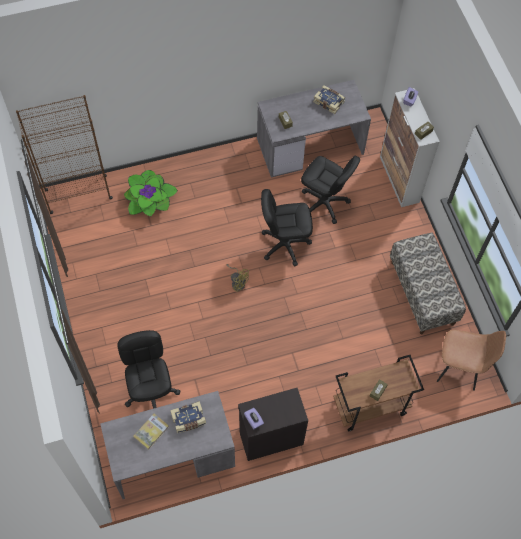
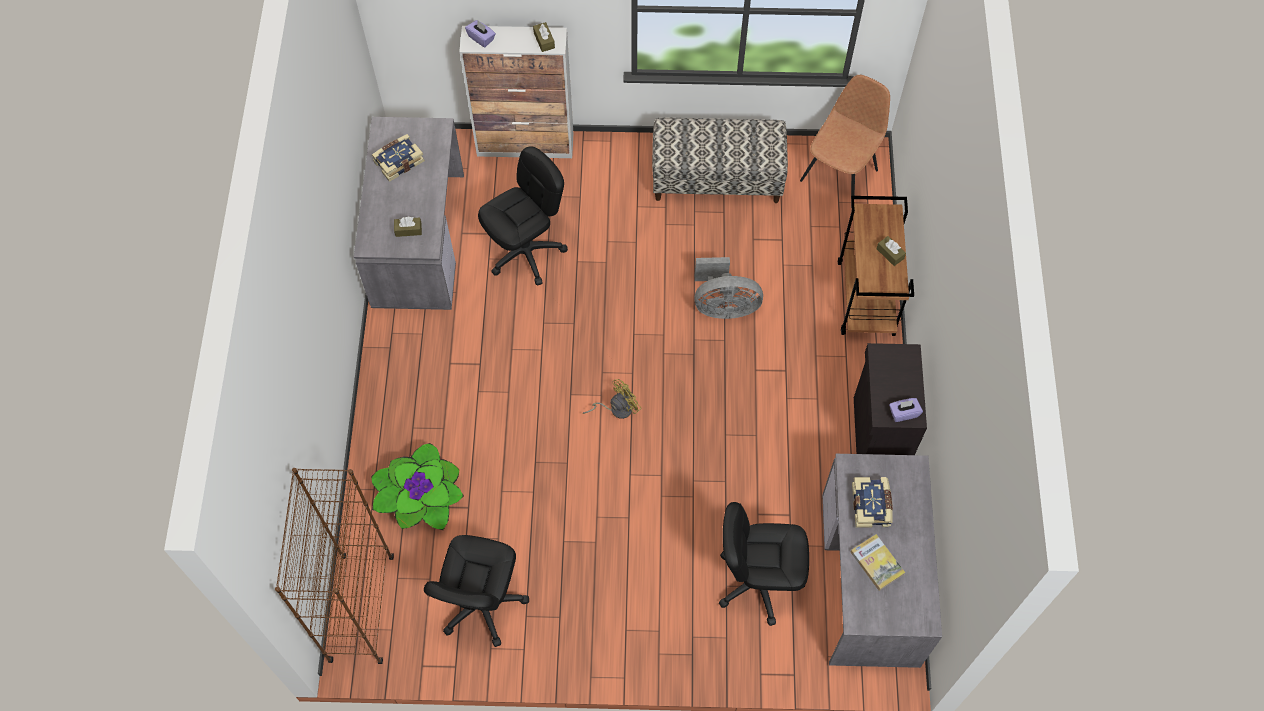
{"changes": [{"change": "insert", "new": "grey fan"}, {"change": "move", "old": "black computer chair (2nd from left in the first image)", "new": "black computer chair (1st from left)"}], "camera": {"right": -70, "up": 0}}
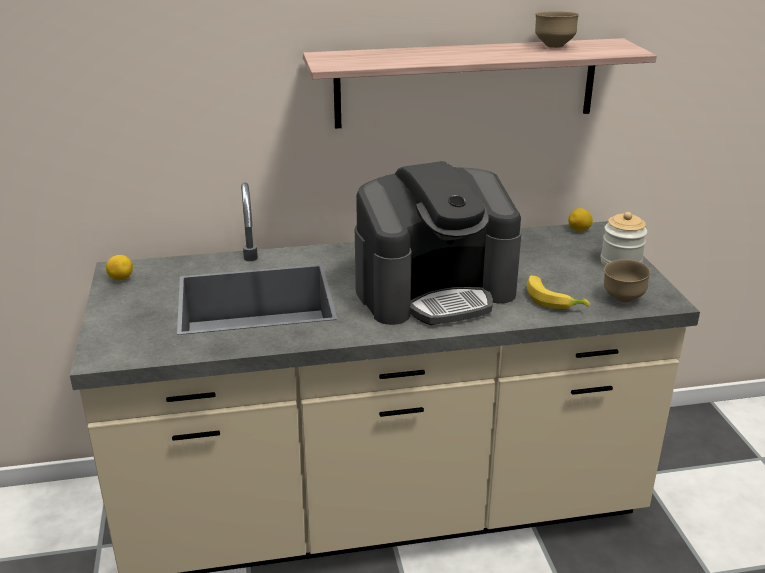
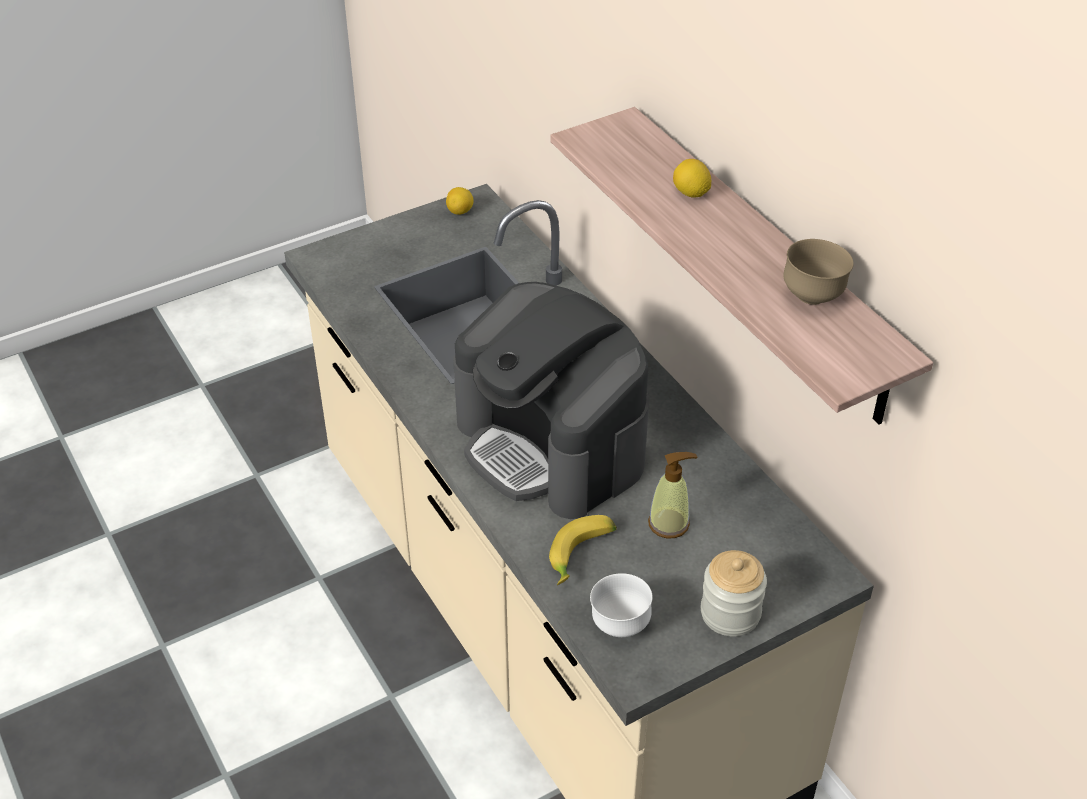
{"changes": [{"change": "insert", "new": "soap dispenser"}, {"change": "move", "old": "citrus fruit (2nd from left)"}, {"change": "recolor", "old": "brown-coloured deep dish (2nd from left)", "new": "white deep dish"}], "camera": {"right": 70, "up": 15}}
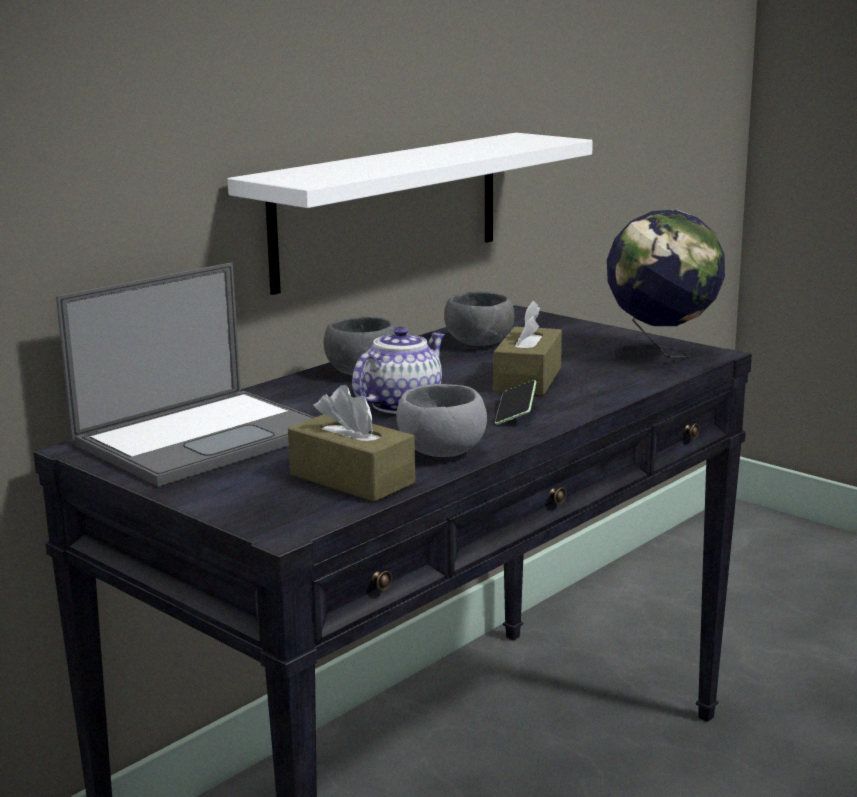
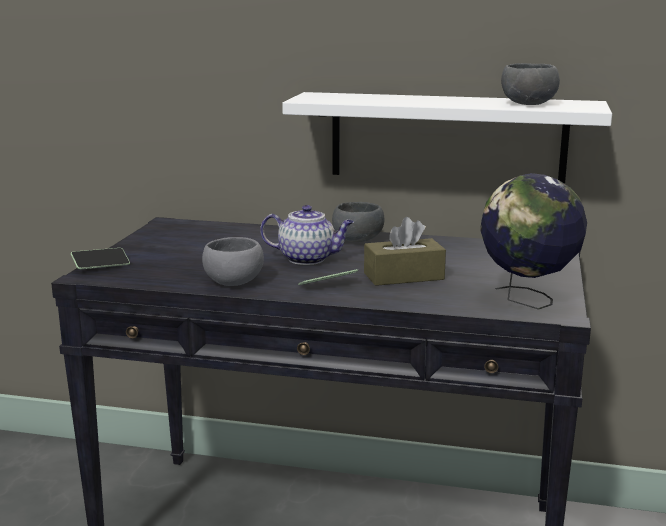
{"changes": [{"change": "delete", "old": "notebook computer"}, {"change": "delete", "old": "brown-coloured tissue box (1st from left)"}, {"change": "insert", "new": "phone (1st from left)"}, {"change": "move", "old": "grey deep dish (3rd from left)"}], "camera": {"right": 60, "up": 0}}
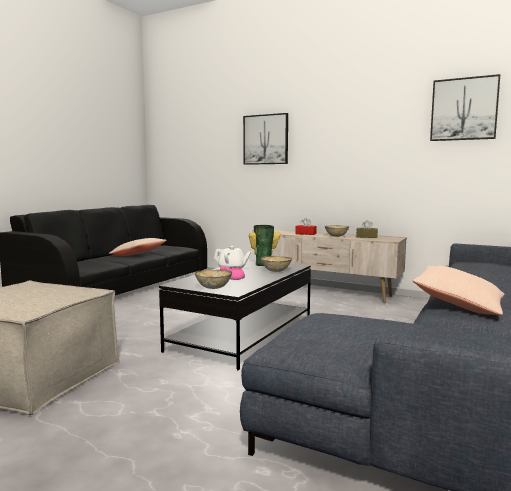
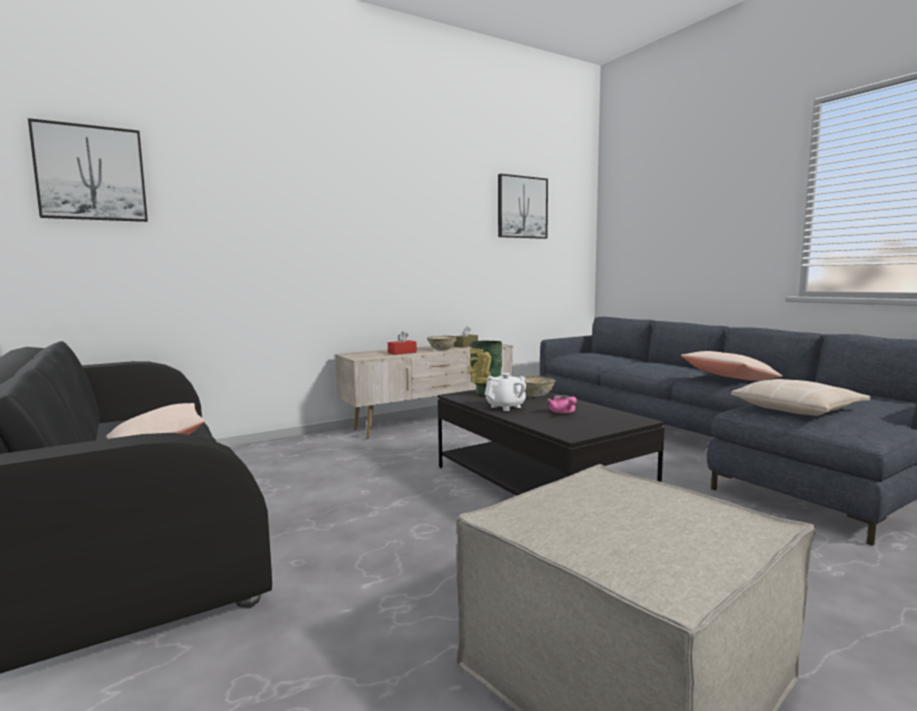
{"changes": [{"change": "delete", "old": "deep dish (1st from left)"}, {"change": "insert", "new": "beige pillow (3rd from left)"}, {"change": "move", "old": "picture (1st from left)"}], "camera": {"right": -60, "up": 0}}
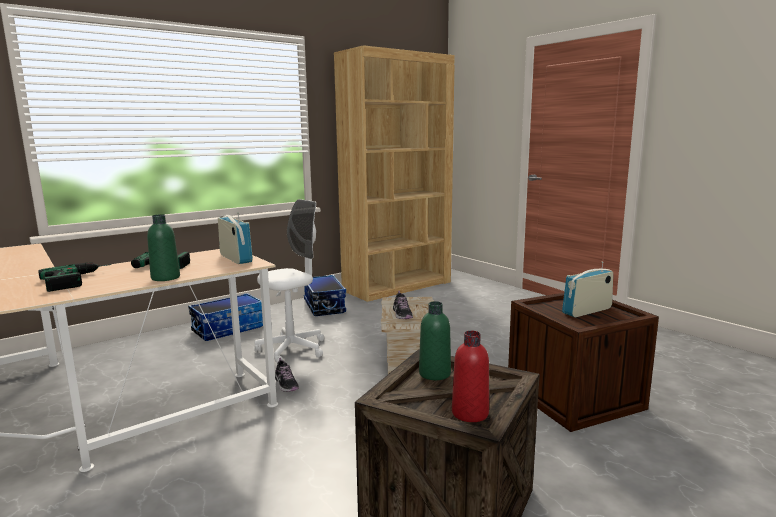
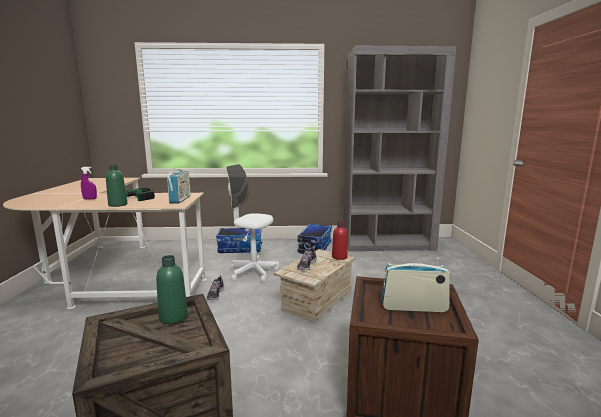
{"changes": [{"change": "move", "old": "red beverage bottle"}, {"change": "replace", "old": "power drill (1st from left)", "new": "purplish spray bottle"}, {"change": "recolor", "old": "brown-coloured bookshelf", "new": "grey bookshelf"}, {"change": "rotate", "old": "white computer chair", "degrees": -150}], "camera": {"right": 35, "up": 0}}
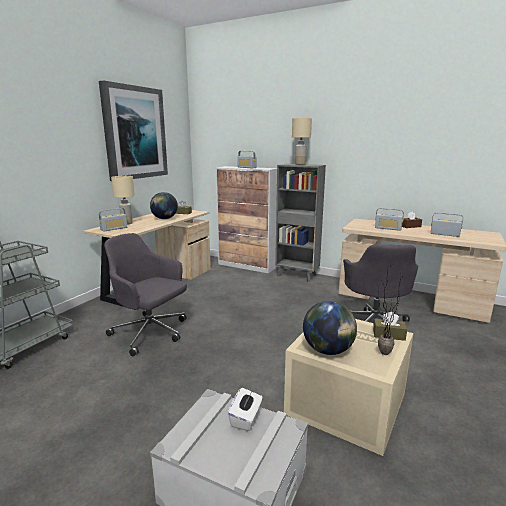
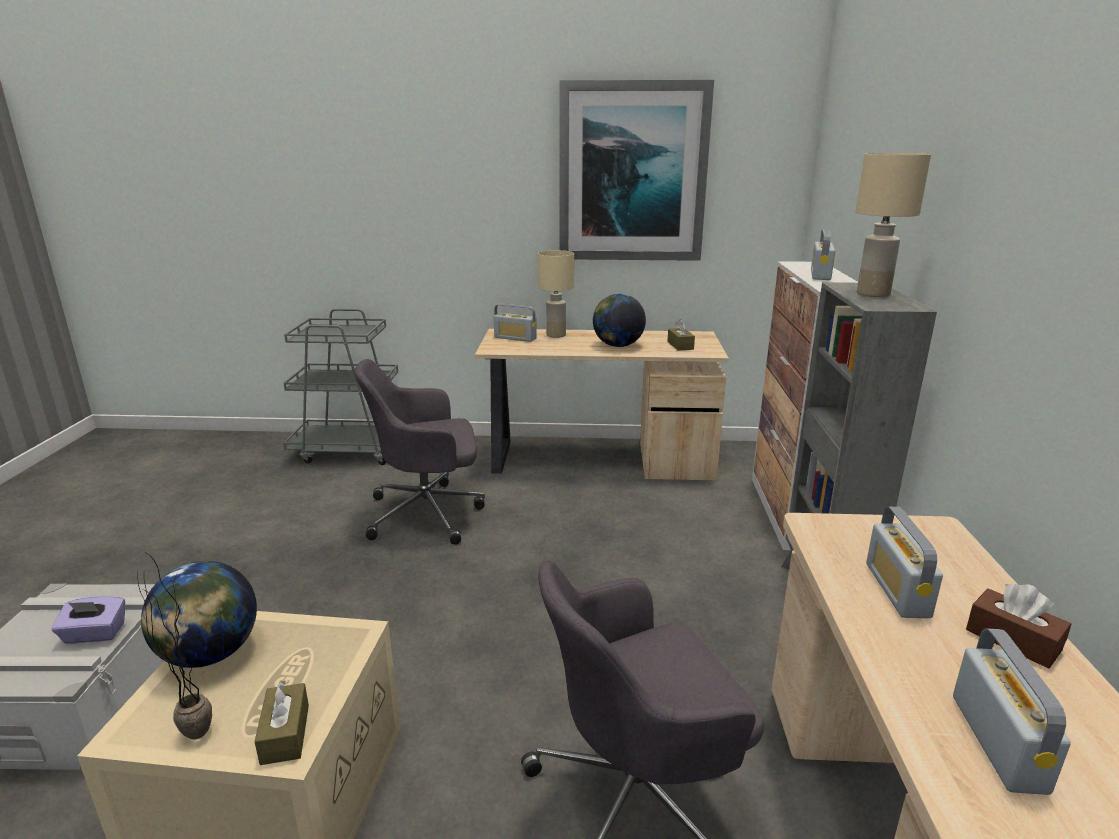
{"changes": [{"change": "recolor", "old": "white tissue box", "new": "purplish tissue box"}, {"change": "rotate", "old": "grey computer chair (1st from left)", "degrees": -105}], "camera": {"right": 65, "up": 5}}
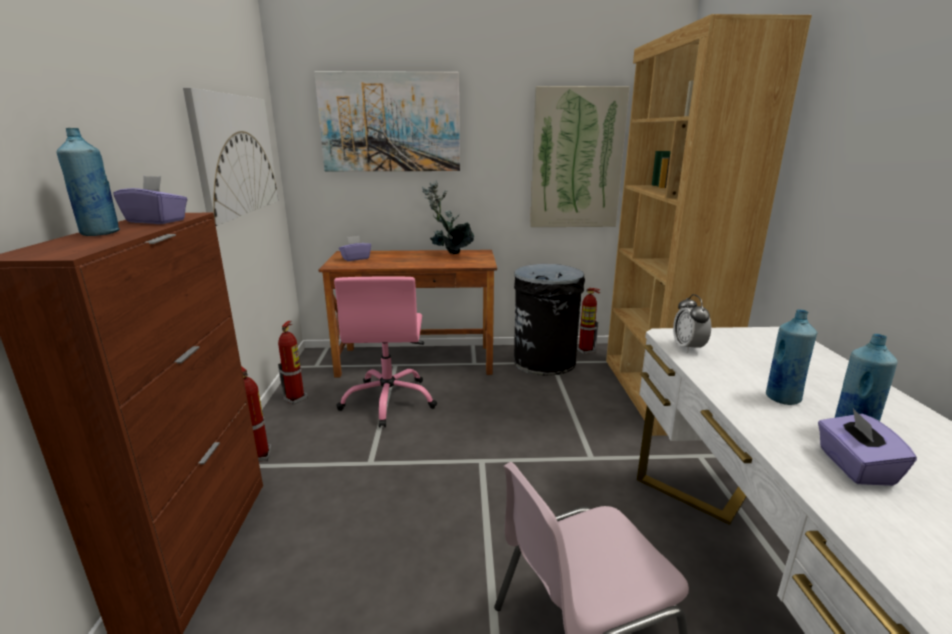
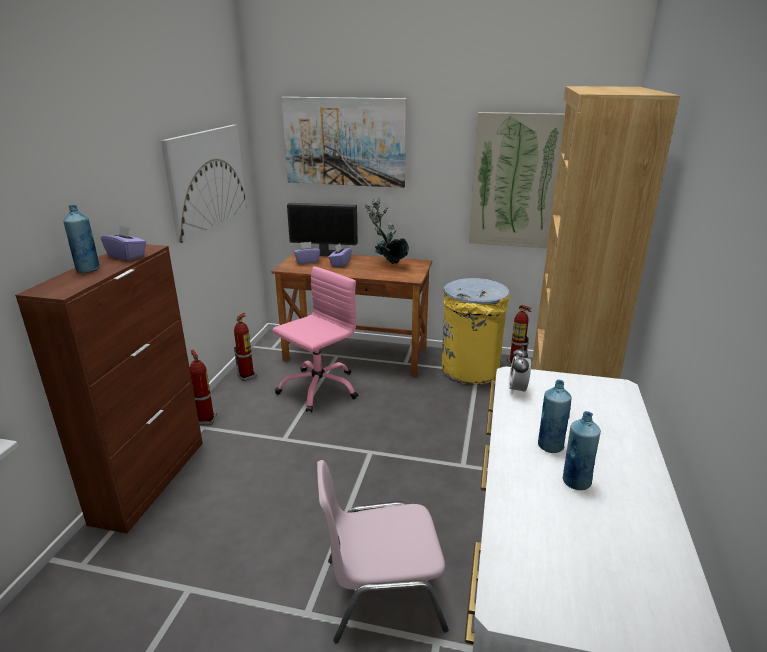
{"changes": [{"change": "insert", "new": "computer display"}, {"change": "move", "old": "purplish tissue box (3rd from left)"}, {"change": "recolor", "old": "black waste bin", "new": "yellow waste bin"}, {"change": "rotate", "old": "pinkish computer chair", "degrees": -150}], "camera": {"right": 15, "up": 5}}
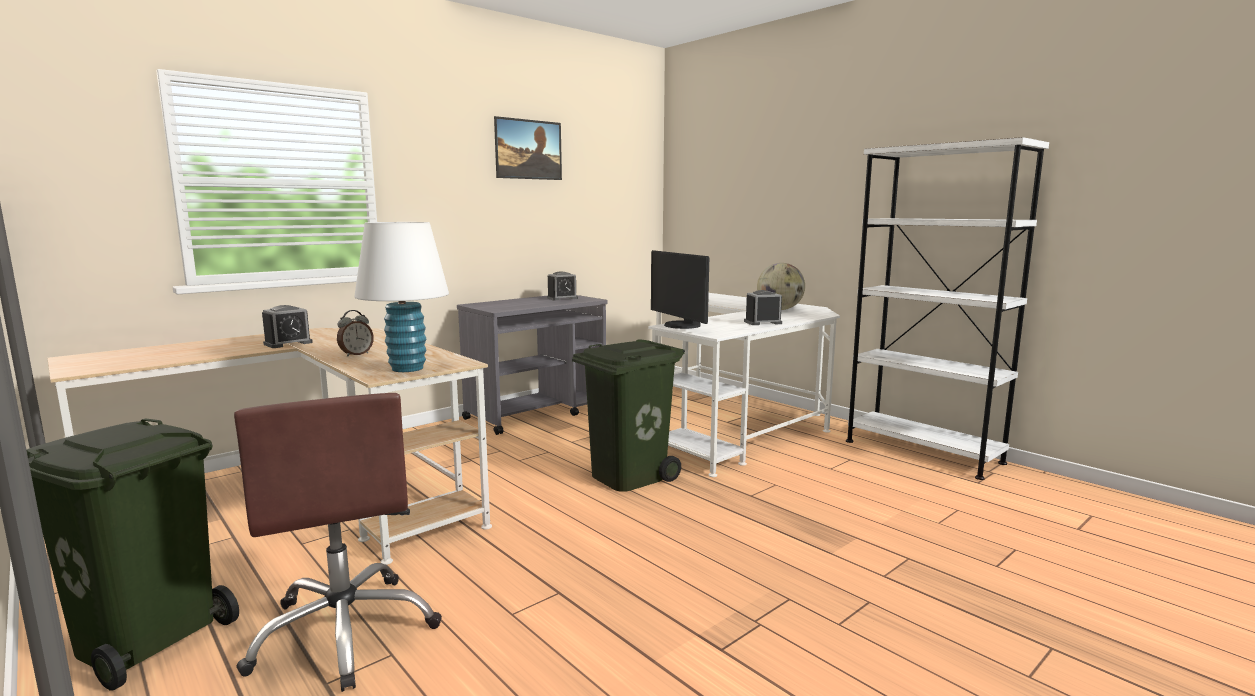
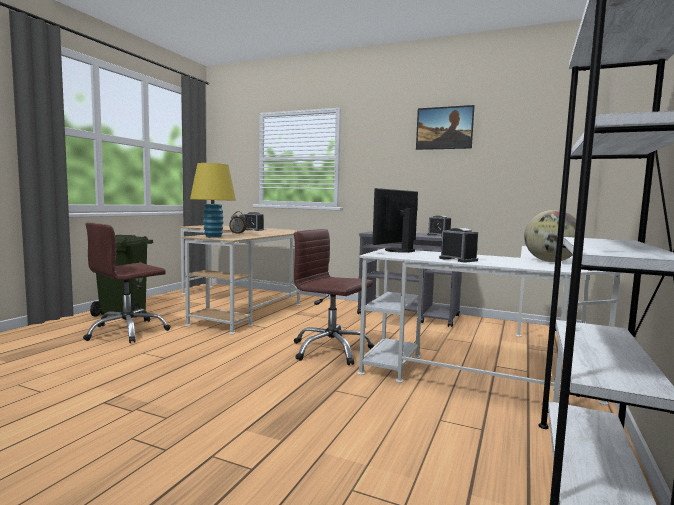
{"changes": [{"change": "replace", "old": "green waste bin (2nd from left)", "new": "brown-coloured computer chair (2nd from left)"}, {"change": "recolor", "old": "white lamp for a table", "new": "yellow lamp for a table"}], "camera": {"right": 65, "up": -5}}
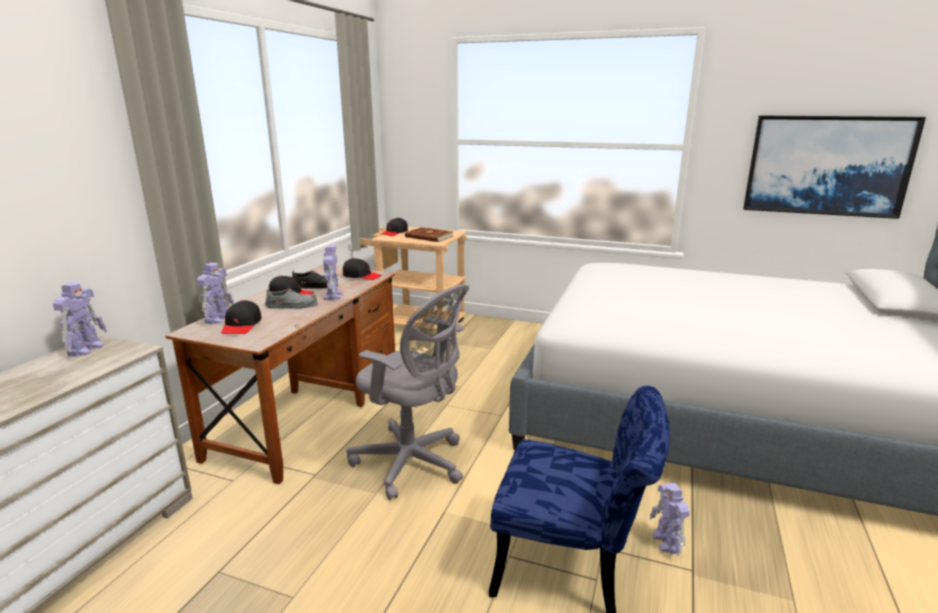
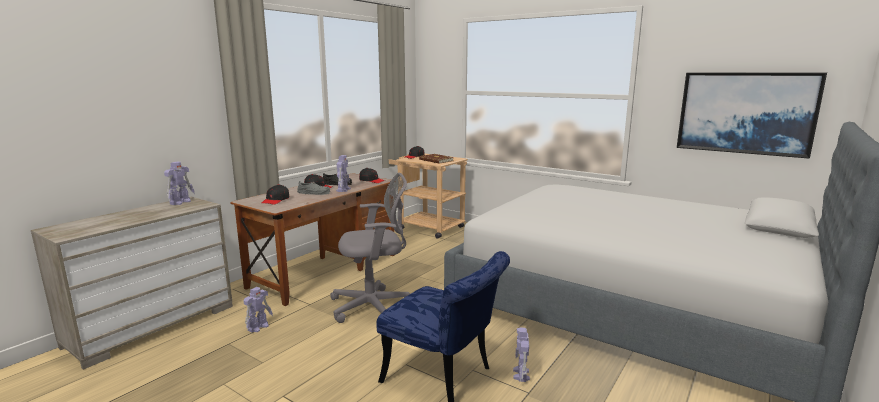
{"changes": [{"change": "move", "old": "toy robot (2nd from left)"}, {"change": "rotate", "old": "grey computer chair", "degrees": -60}], "camera": {"right": 15, "up": -5}}
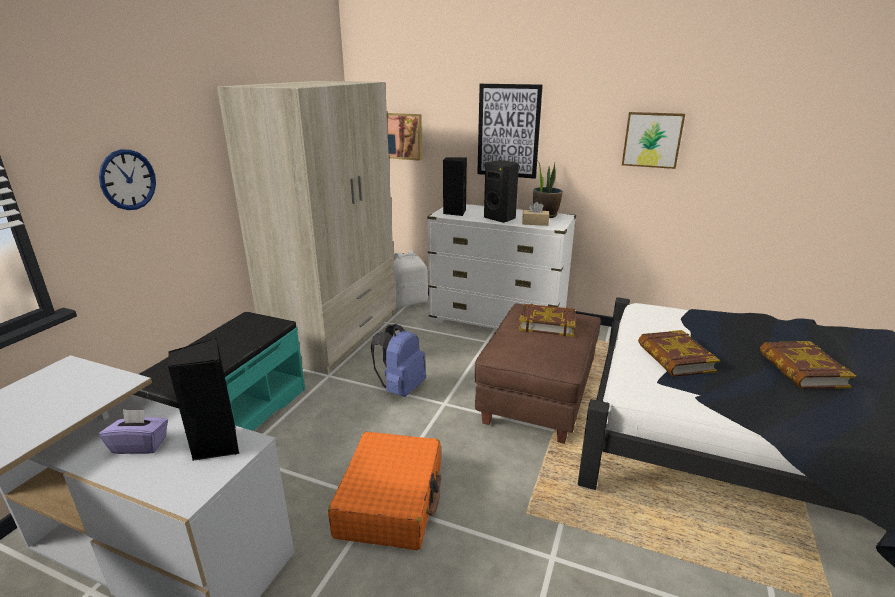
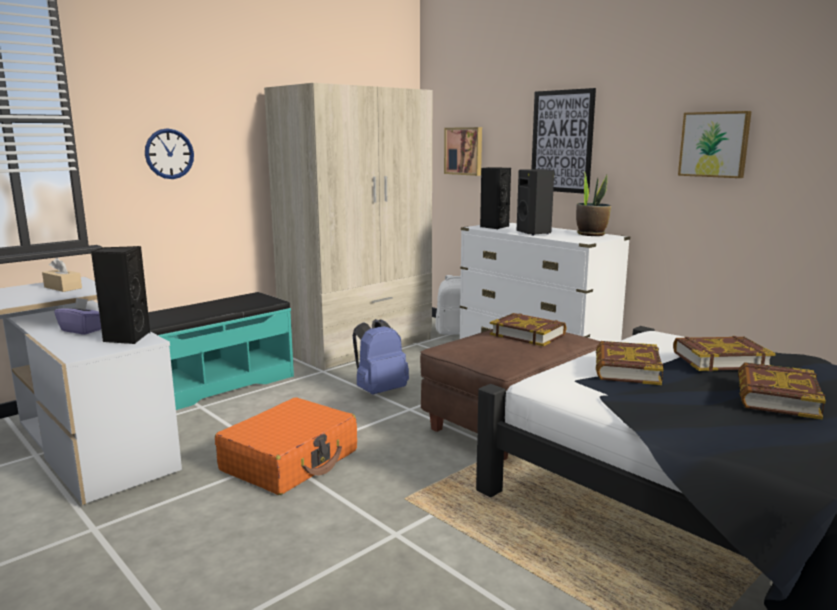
{"changes": [{"change": "insert", "new": "volume (3rd from left)"}, {"change": "move", "old": "beige tissue box"}], "camera": {"right": 25, "up": -10}}
